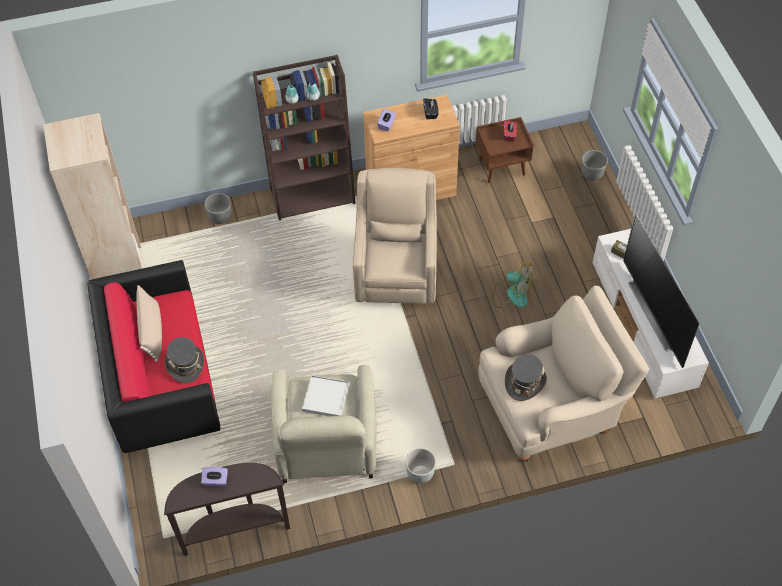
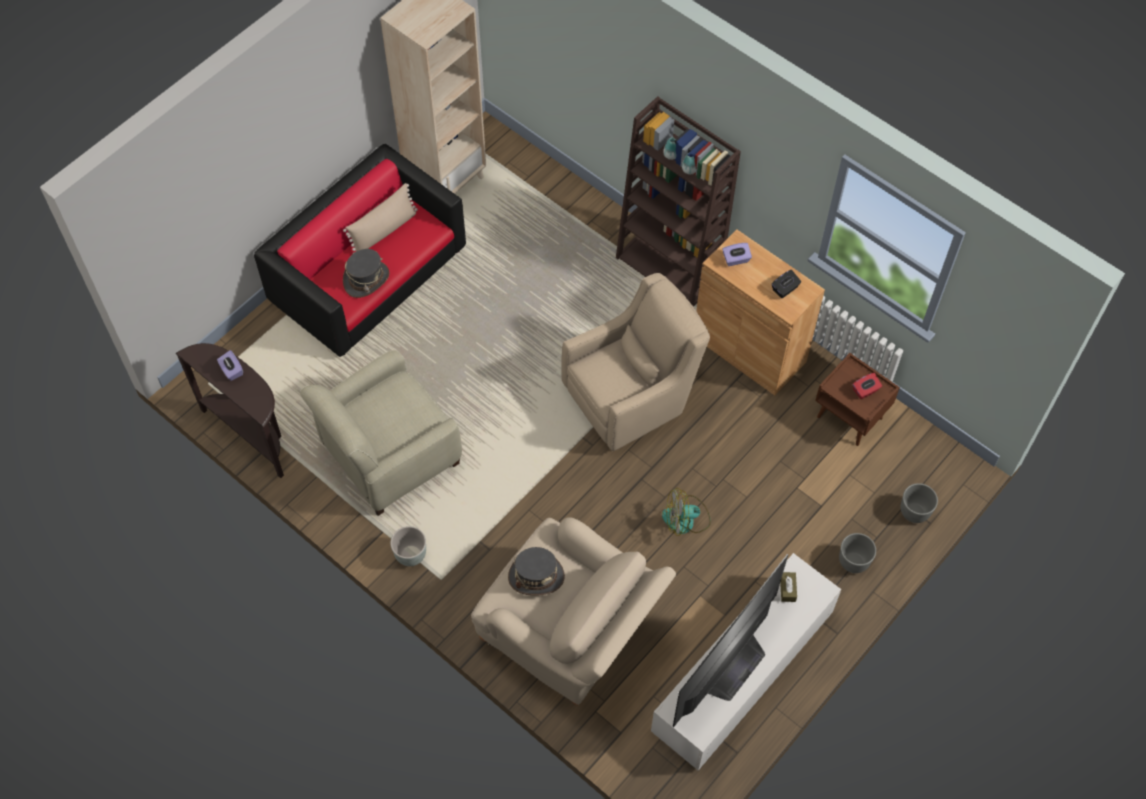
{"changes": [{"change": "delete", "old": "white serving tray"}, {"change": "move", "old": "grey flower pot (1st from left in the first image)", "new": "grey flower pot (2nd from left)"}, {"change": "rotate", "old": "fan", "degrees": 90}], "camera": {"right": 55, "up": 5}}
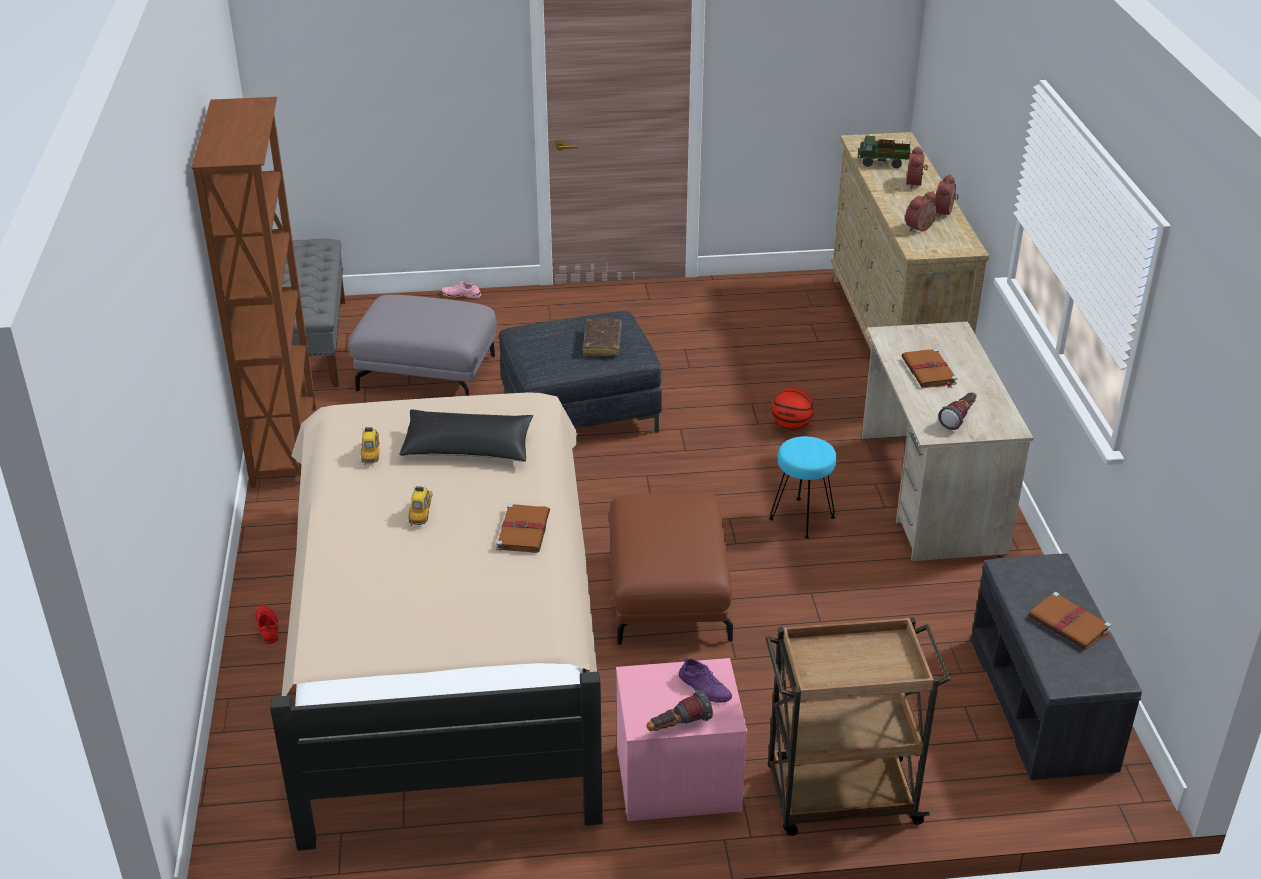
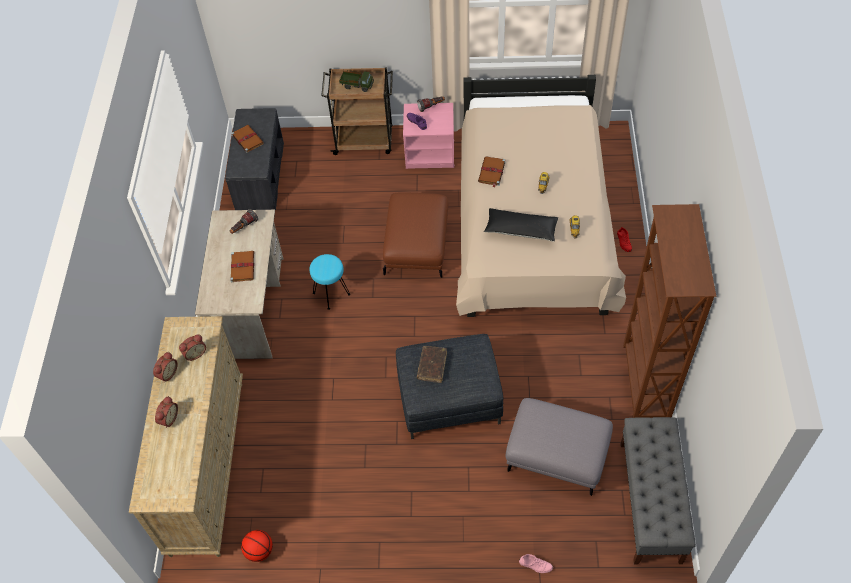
{"changes": [{"change": "move", "old": "ball for basketball"}, {"change": "move", "old": "toy lorry"}], "camera": {"right": -170, "up": 20}}
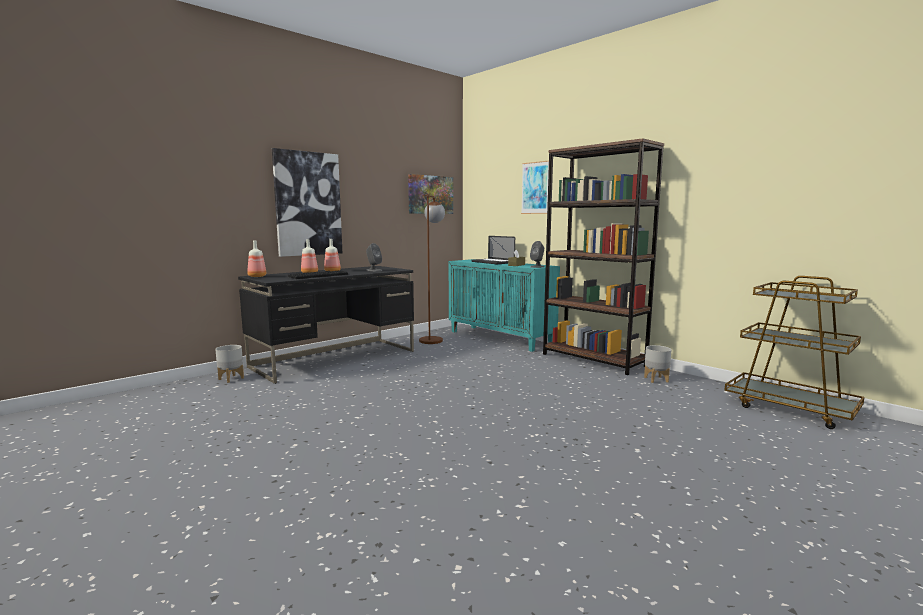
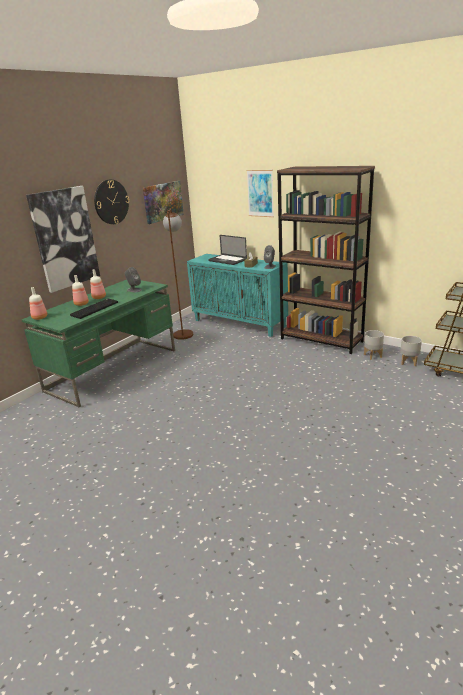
{"changes": [{"change": "insert", "new": "clock on the wall"}, {"change": "move", "old": "grey flower pot (1st from left in the first image)", "new": "grey flower pot (2nd from left)"}, {"change": "recolor", "old": "black desk unit", "new": "green desk unit"}], "camera": {"right": -10, "up": 15}}
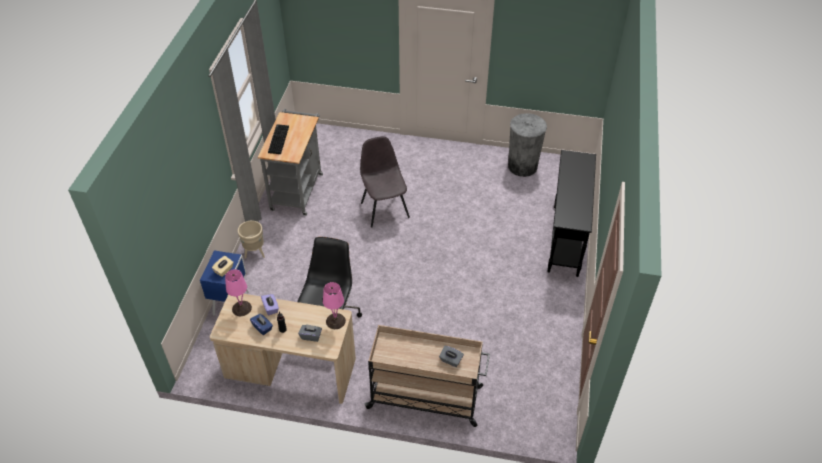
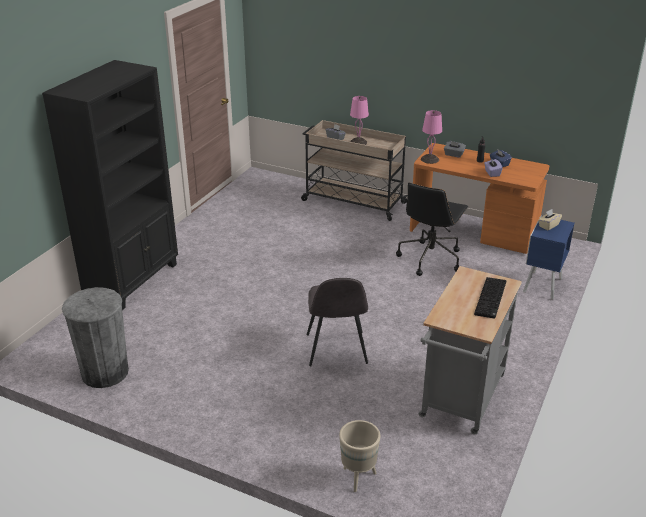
{"changes": [{"change": "move", "old": "pinkish lamp for a table (1st from left)"}, {"change": "move", "old": "beige flower pot"}, {"change": "replace", "old": "black narrow table", "new": "black bookshelf"}, {"change": "recolor", "old": "beige desk unit", "new": "orange-coloured desk unit"}], "camera": {"right": -165, "up": -15}}
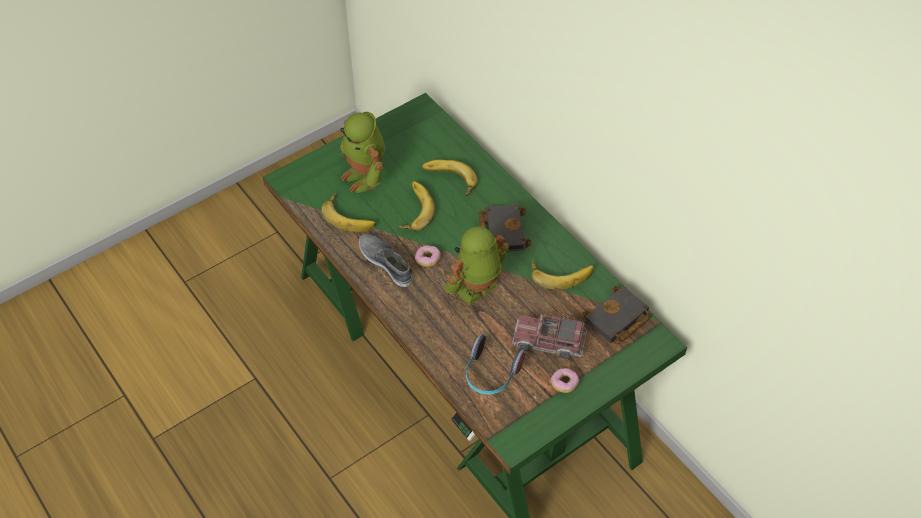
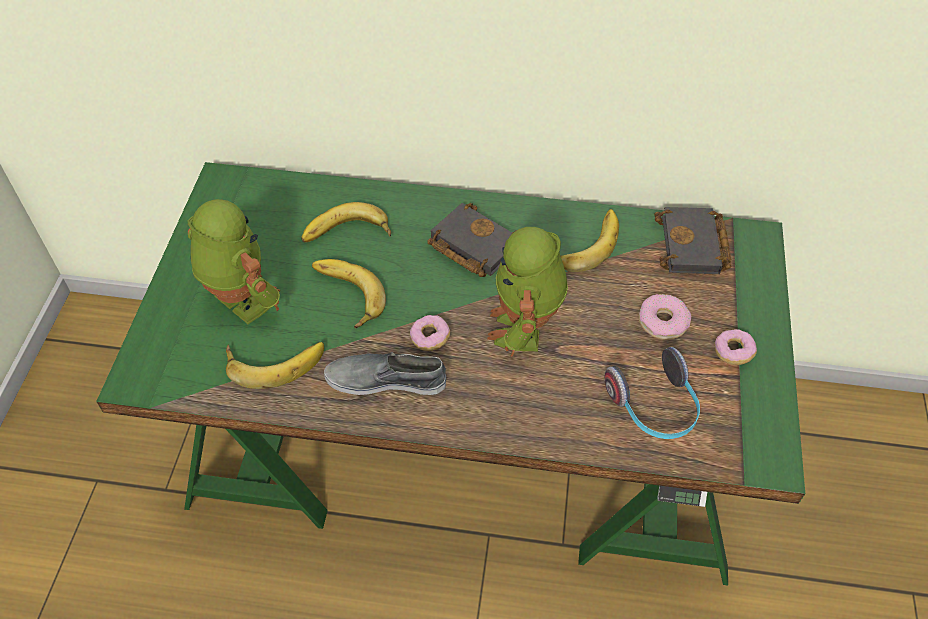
{"changes": [{"change": "replace", "old": "toy lorry", "new": "donut (2nd from left)"}, {"change": "rotate", "old": "toy robot (1st from left)", "degrees": -150}], "camera": {"right": -45, "up": 0}}
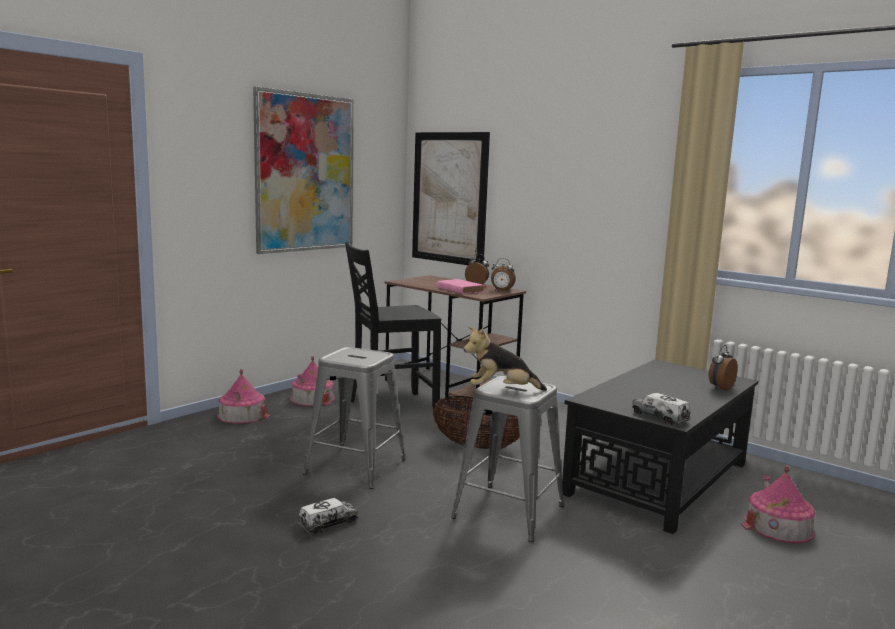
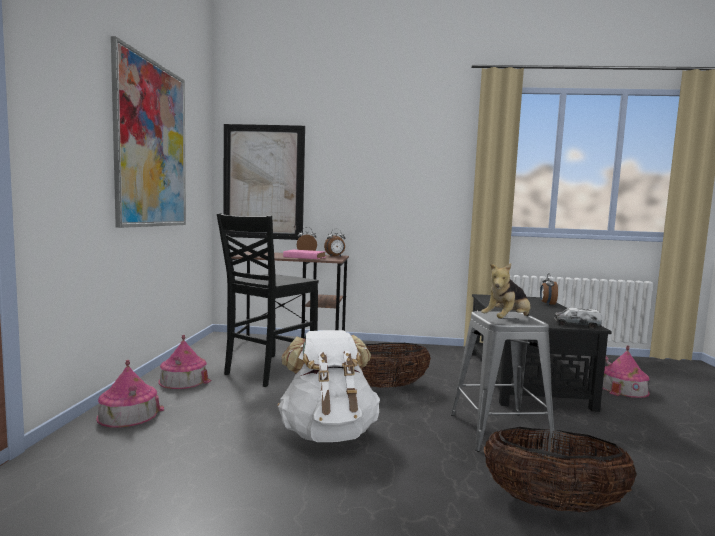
{"changes": [{"change": "delete", "old": "toy lorry (1st from left)"}, {"change": "insert", "new": "household basket (2nd from left)"}, {"change": "replace", "old": "grey stool seat (1st from left)", "new": "white backpack"}], "camera": {"right": -35, "up": -5}}
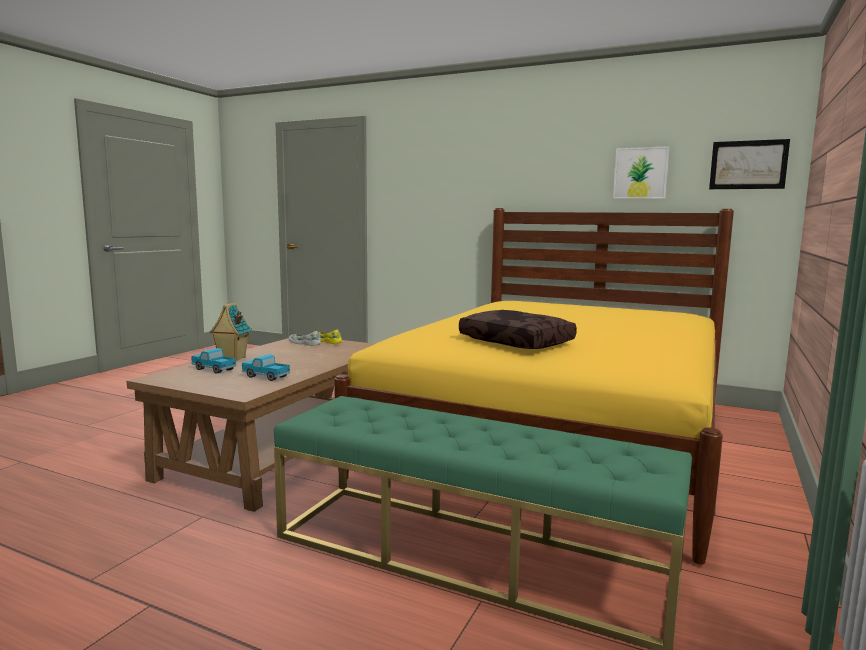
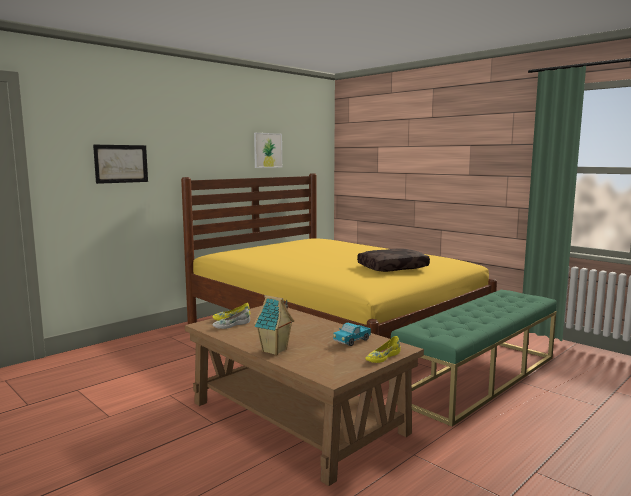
{"changes": [{"change": "delete", "old": "toy lorry (1st from left)"}, {"change": "insert", "new": "yellow shoe (2nd from left)"}, {"change": "move", "old": "picture (2nd from left in the first image)", "new": "picture (1st from left)"}], "camera": {"right": -70, "up": 0}}
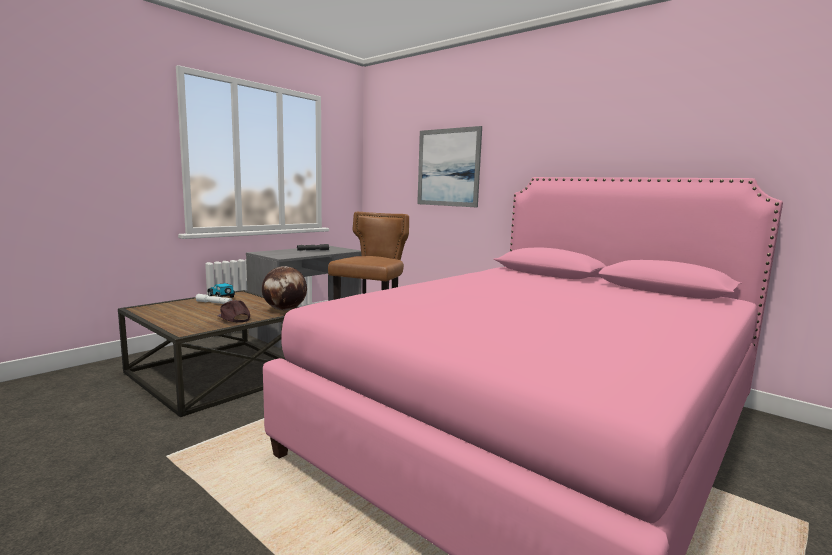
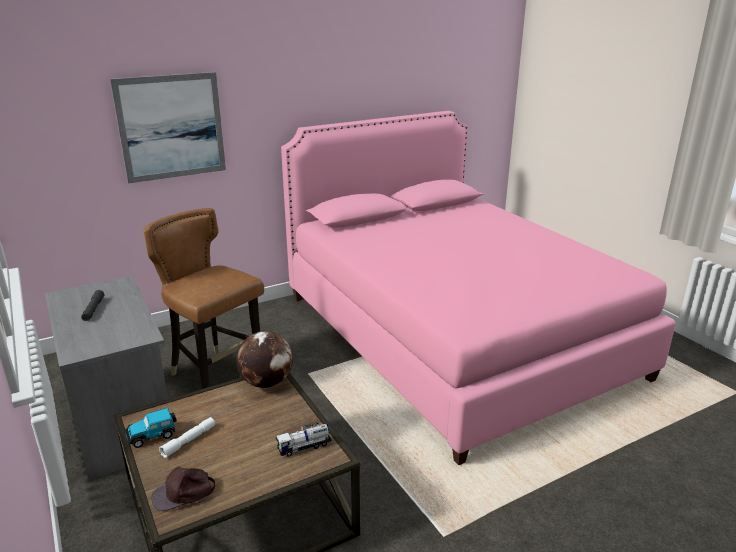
{"changes": [{"change": "insert", "new": "toy lorry"}, {"change": "move", "old": "brown-coloured baseball cap"}], "camera": {"right": -70, "up": 15}}
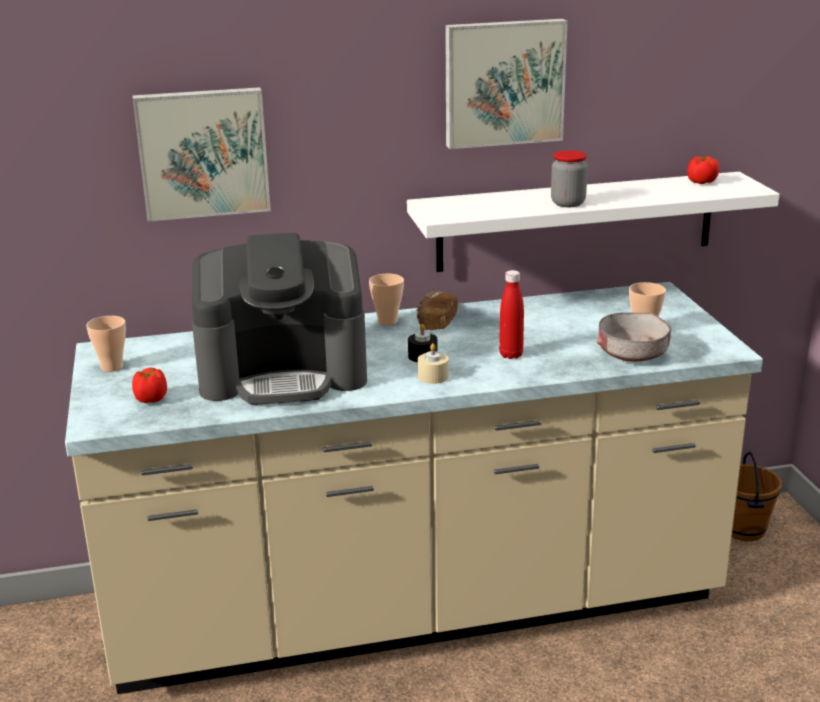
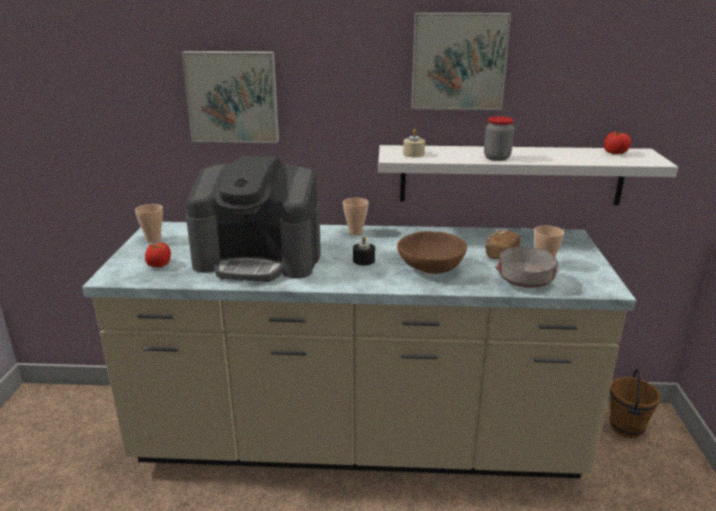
{"changes": [{"change": "move", "old": "baked bread"}, {"change": "move", "old": "beige wax light"}, {"change": "replace", "old": "red beverage bottle", "new": "brown-coloured deep dish"}], "camera": {"right": 15, "up": 0}}
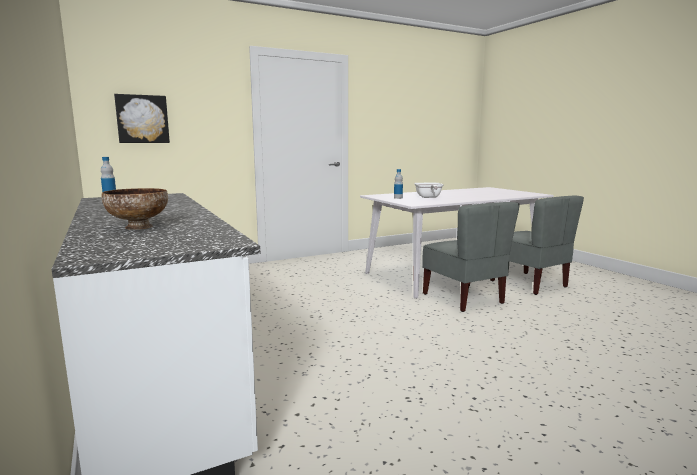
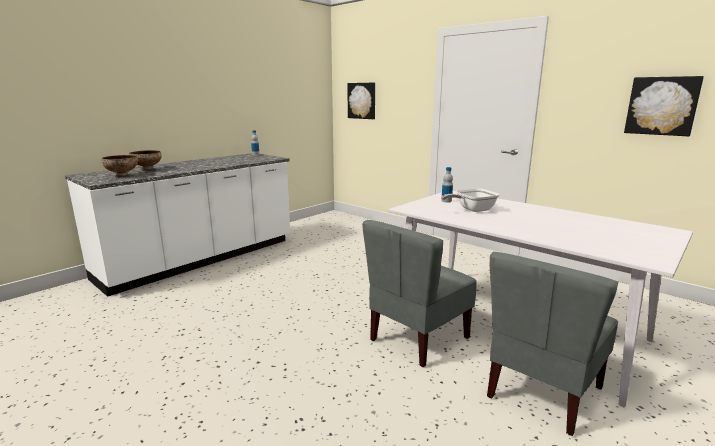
{"changes": [{"change": "insert", "new": "deep dish (1st from left)"}, {"change": "insert", "new": "picture (2nd from left)"}], "camera": {"right": 70, "up": 5}}
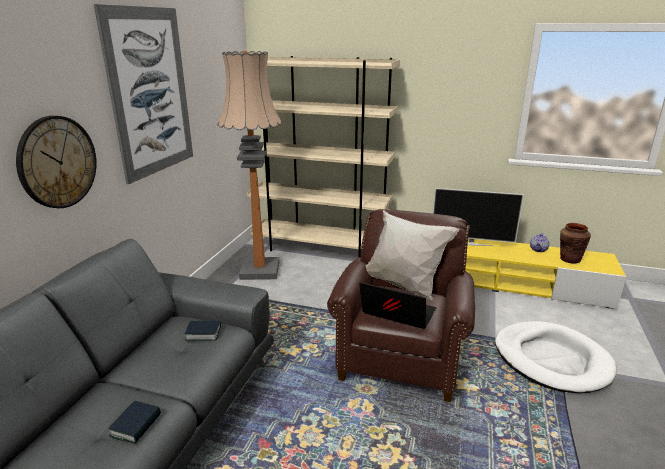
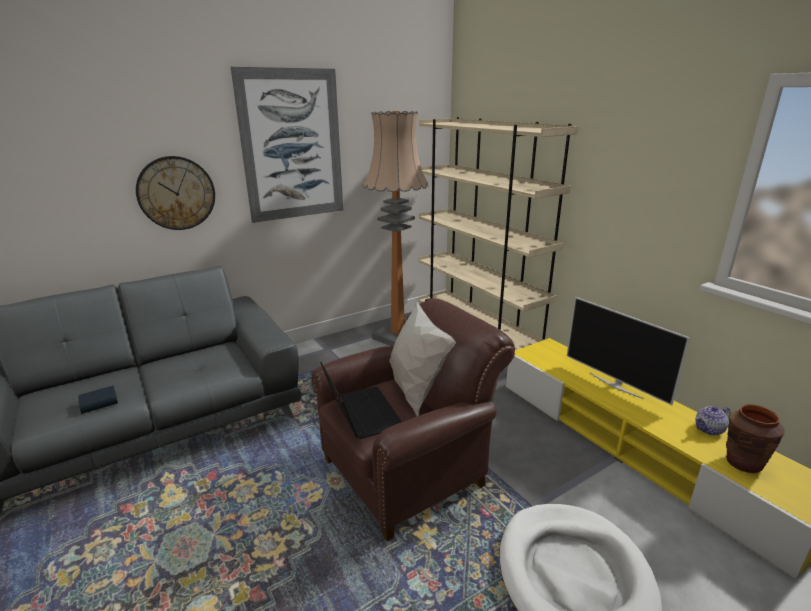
{"changes": [{"change": "delete", "old": "volume (2nd from left)"}], "camera": {"right": 40, "up": 0}}
